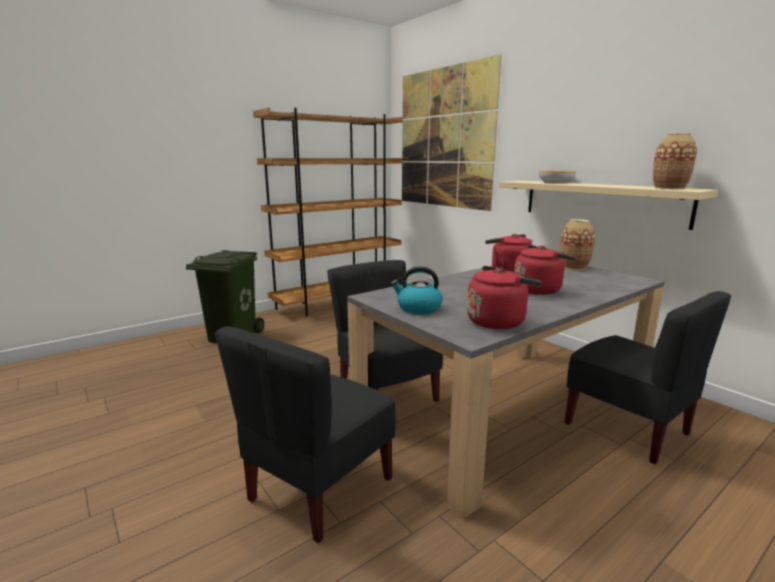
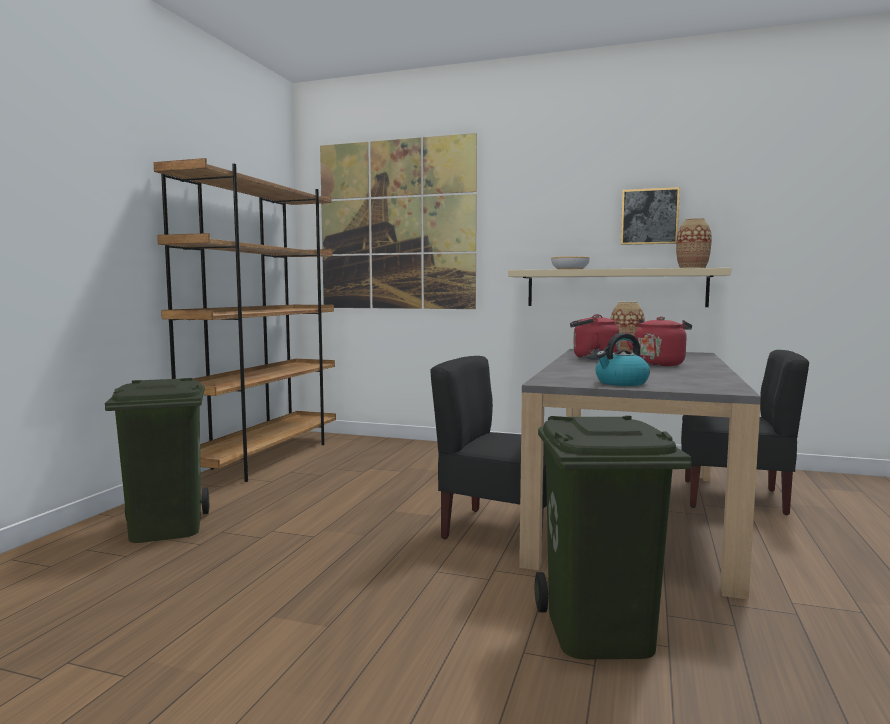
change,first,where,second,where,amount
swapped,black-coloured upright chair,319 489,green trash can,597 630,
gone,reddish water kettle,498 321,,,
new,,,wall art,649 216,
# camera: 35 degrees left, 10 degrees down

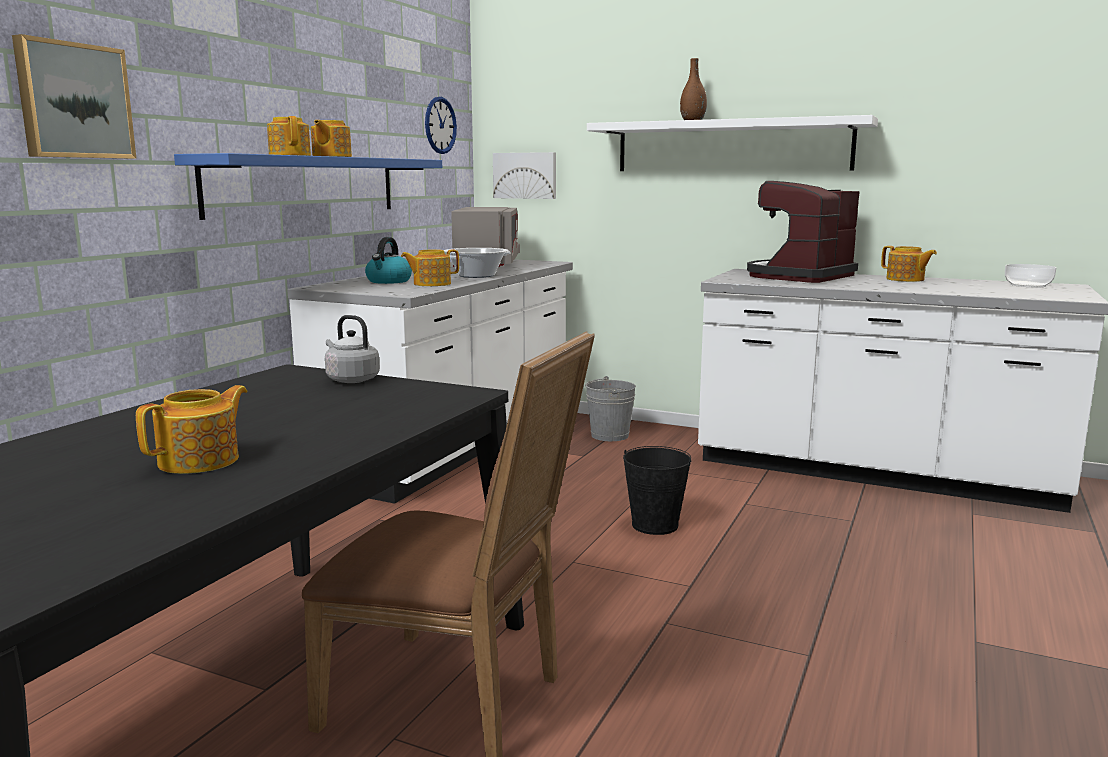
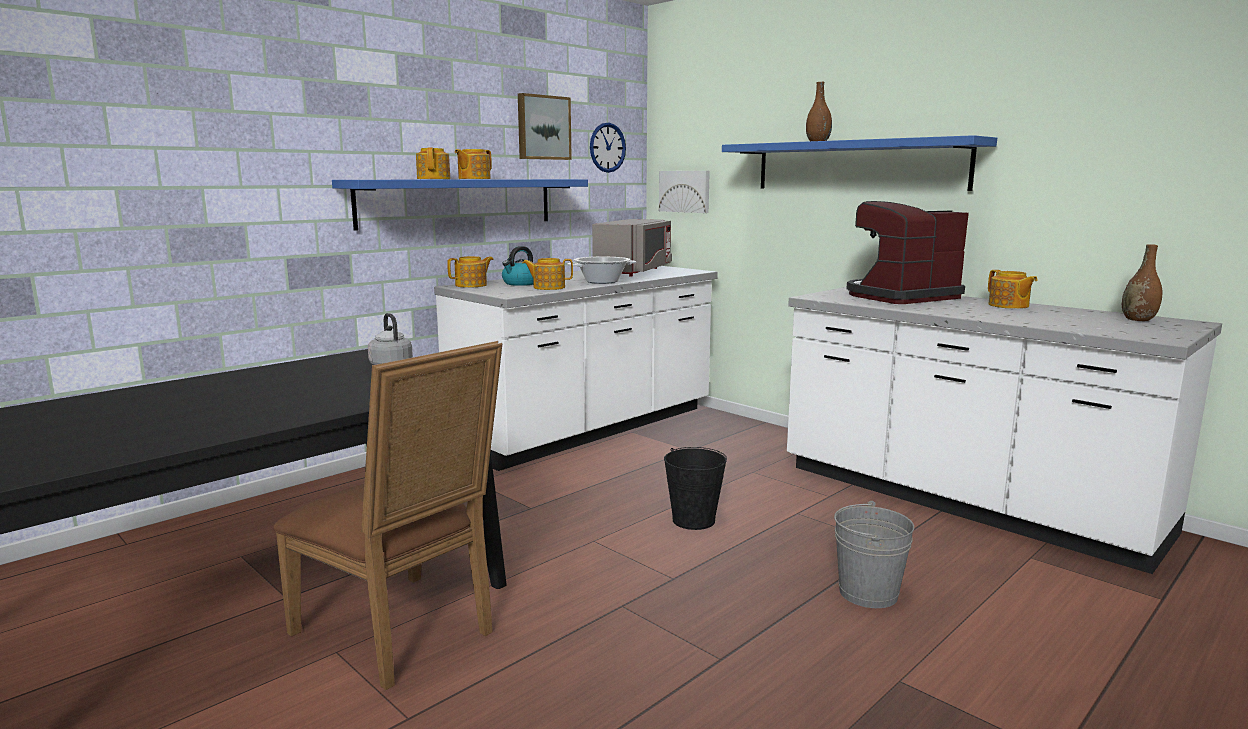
change,first,where,second,where,amount
shifted,wall art,73 101,,543 127,
shifted,pot for tea,201 461,,472 285,
shifted,gray bucket,609 435,,868 593,
repainted,white-coloured bracket shelf,731 146,blue-coloured bracket shelf,857 166,
swapped,bowl,1027 285,brown-coloured decorative vase,1138 319,
# camera: 20 degrees right, 0 degrees up

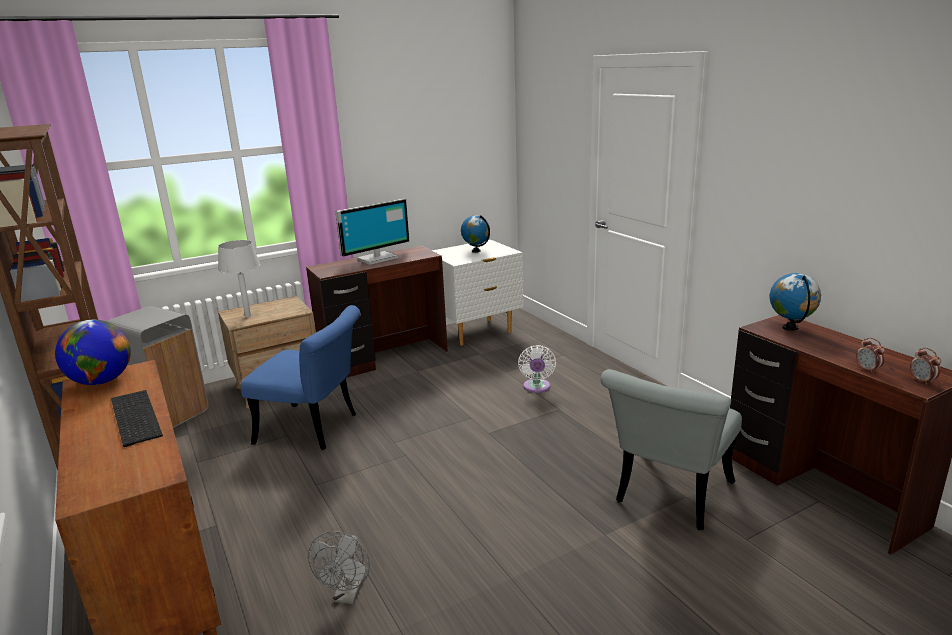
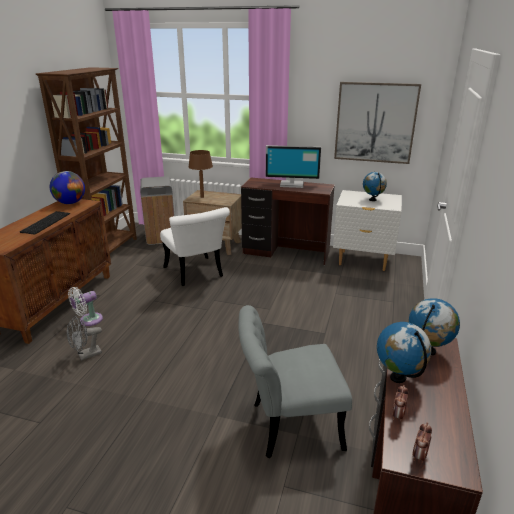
change,first,where,second,where,amount
repainted,gray tabletop lamp,247 316,brown-coloured tabletop lamp,202 197,
repainted,blue-coloured upright chair,315 429,white-coloured upright chair,196 274,
shifted,white-coloured cooling fan,536 388,,88 320,
new,,,wall art,375 123,
new,,,desk globe,398 378,
# camera: 45 degrees right, 5 degrees up

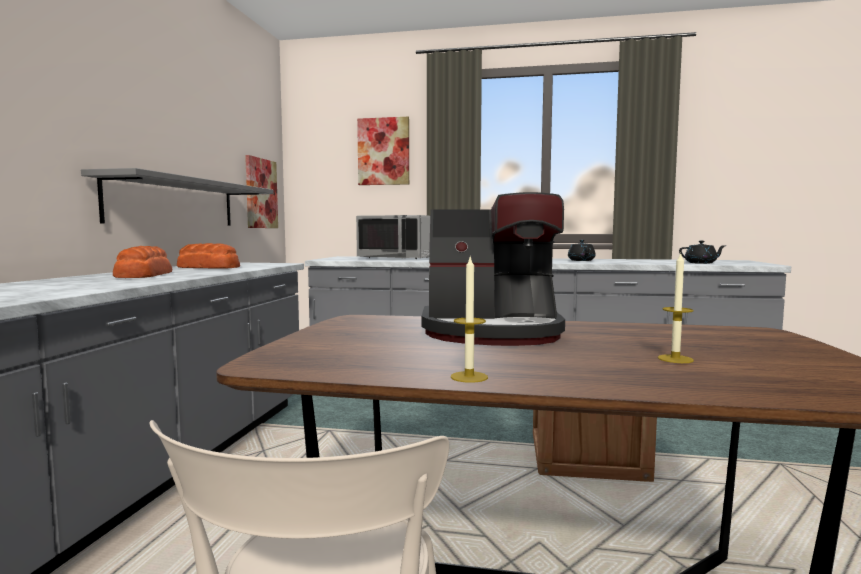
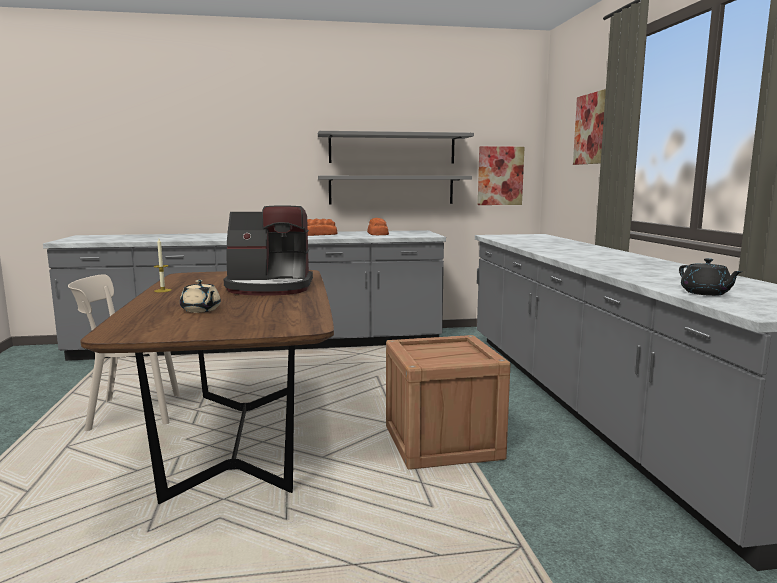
change,first,where,second,where,amount
gone,gray microwave oven,398 258,,,
rotated,coffee machine,492 332,,270 288,75 degrees counterclockwise
gone,black-coloured pot for tea,581 260,,,
swapped,wax light,675 359,beige pot for tea,201 310,
new,,,gray bracket shelf,392 148,
# camera: 70 degrees right, 5 degrees up

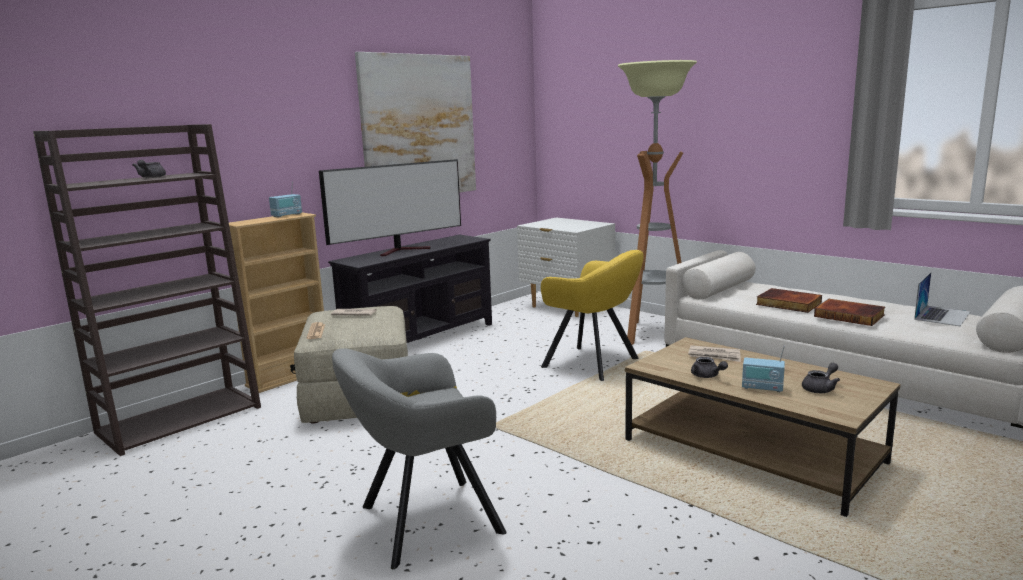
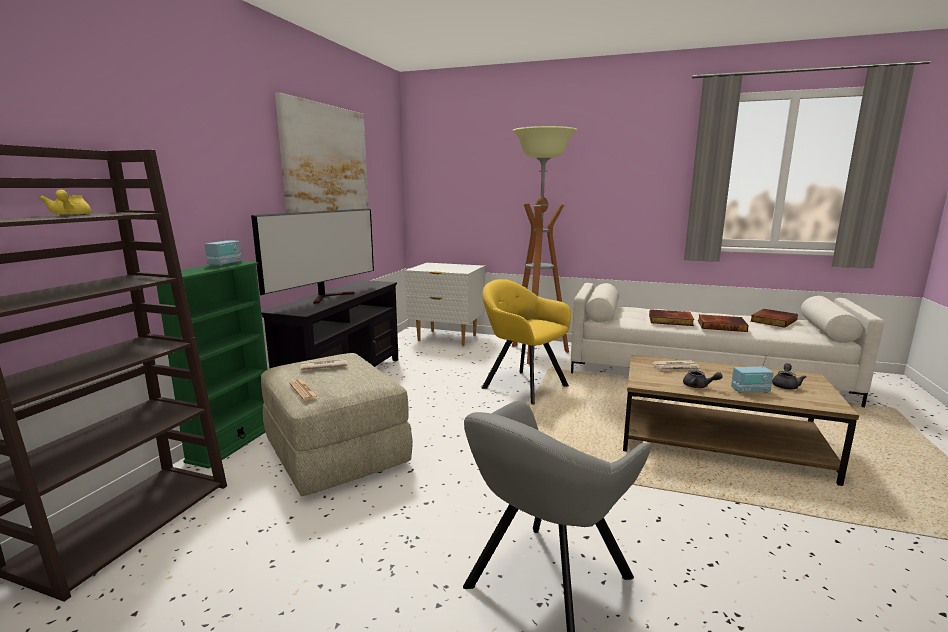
change,first,where,second,where,amount
repainted,gray pot for tea,150 177,yellowish pot for tea,70 215,
repainted,beige bookcase,289 377,green bookcase,232 443,
rotated,yellowish easy chair,594 364,,522 385,150 degrees counterclockwise
swapped,notebook computer,942 315,volume,772 320,
# camera: 25 degrees left, 0 degrees up

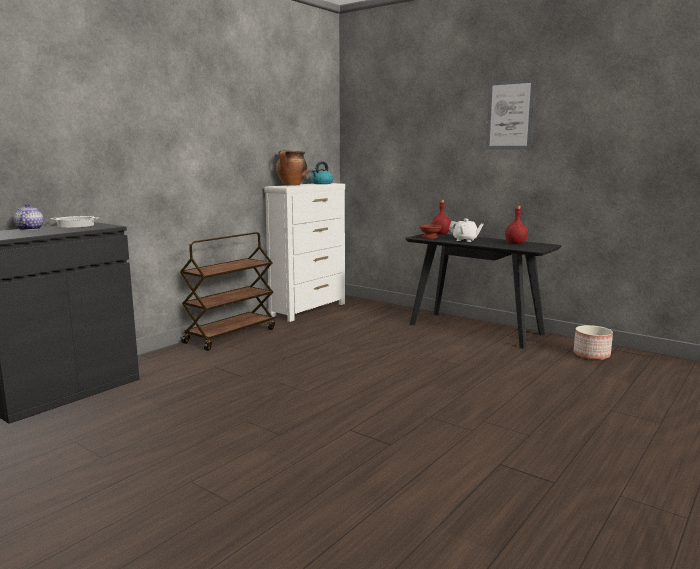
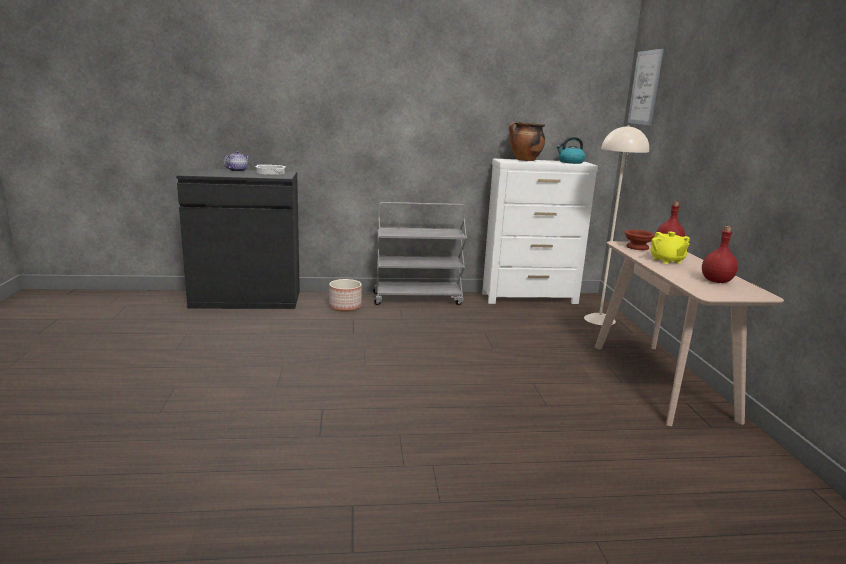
change,first,where,second,where,amount
repainted,brown-coloured wheeled cart,230 335,gray wheeled cart,418 298,
repainted,black-coloured console table,475 329,beige console table,661 380,
repainted,white-coloured pot for tea,465 240,yellowish pot for tea,666 260,
shifted,wall art,510 115,,645 88,
shifted,planter,591 355,,345 307,
new,,,beige standing lamp,600 319,
# camera: 45 degrees right, 5 degrees up

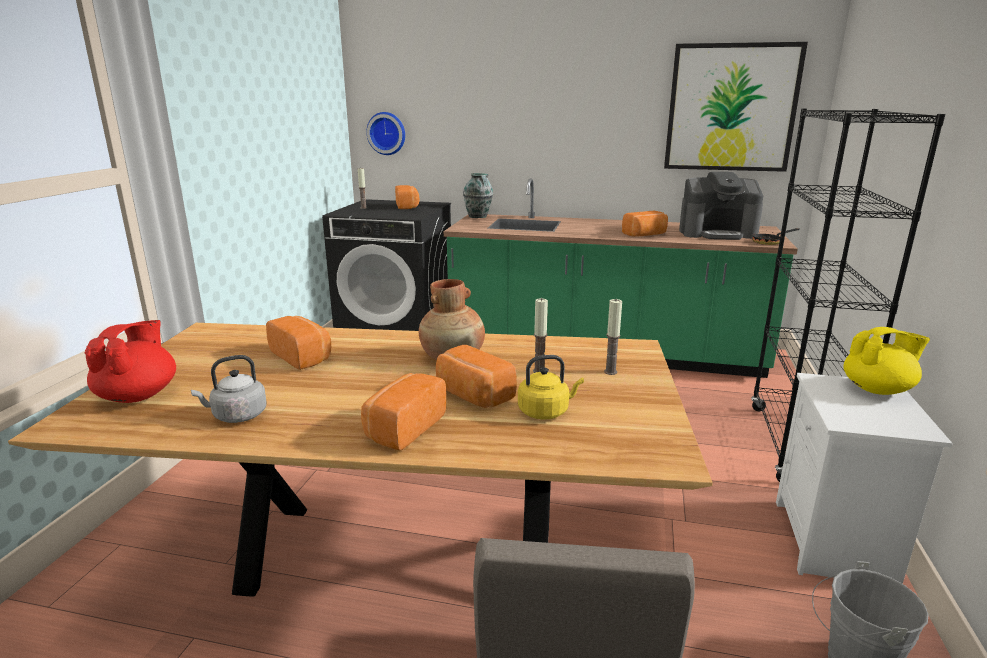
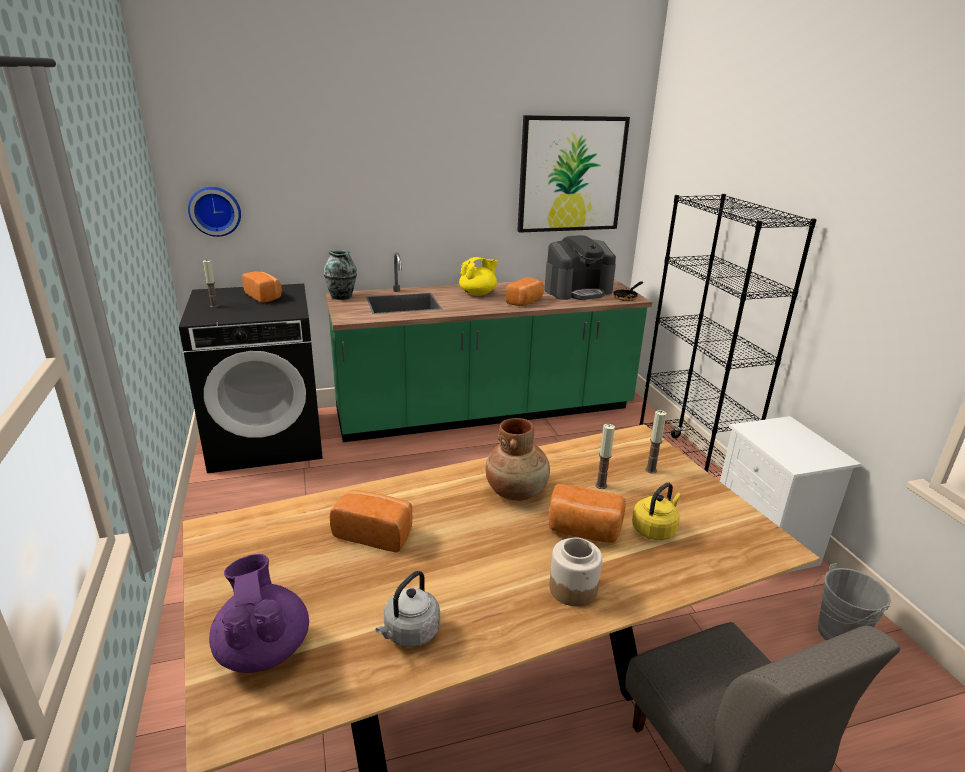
change,first,where,second,where,amount
repainted,reddish pot for tea,139 395,purple pot for tea,263 648,
swapped,baked bread,403 428,storage jar,573 588,
shifted,yellowish pot for tea,878 389,,478 293,
# camera: 30 degrees left, 5 degrees up

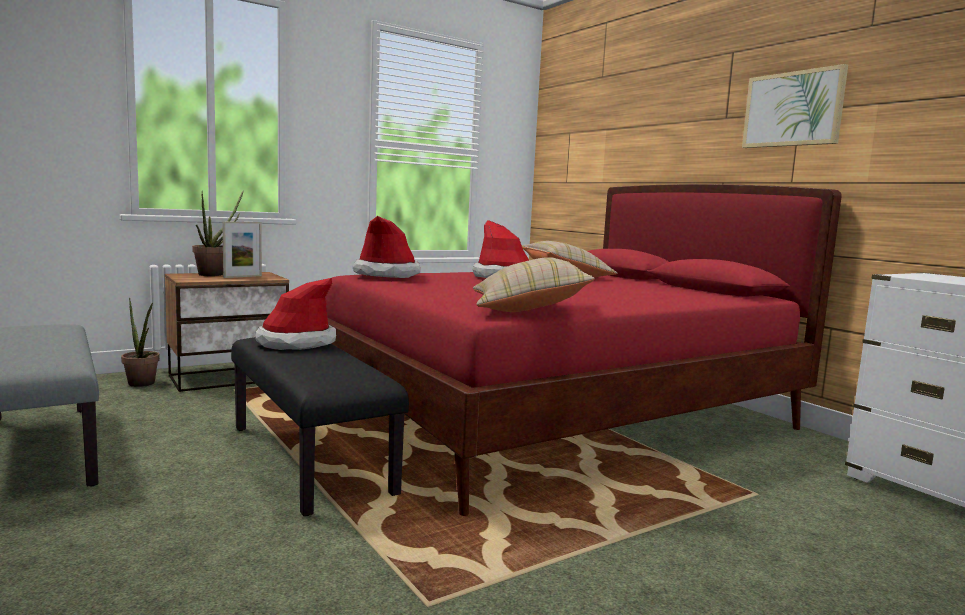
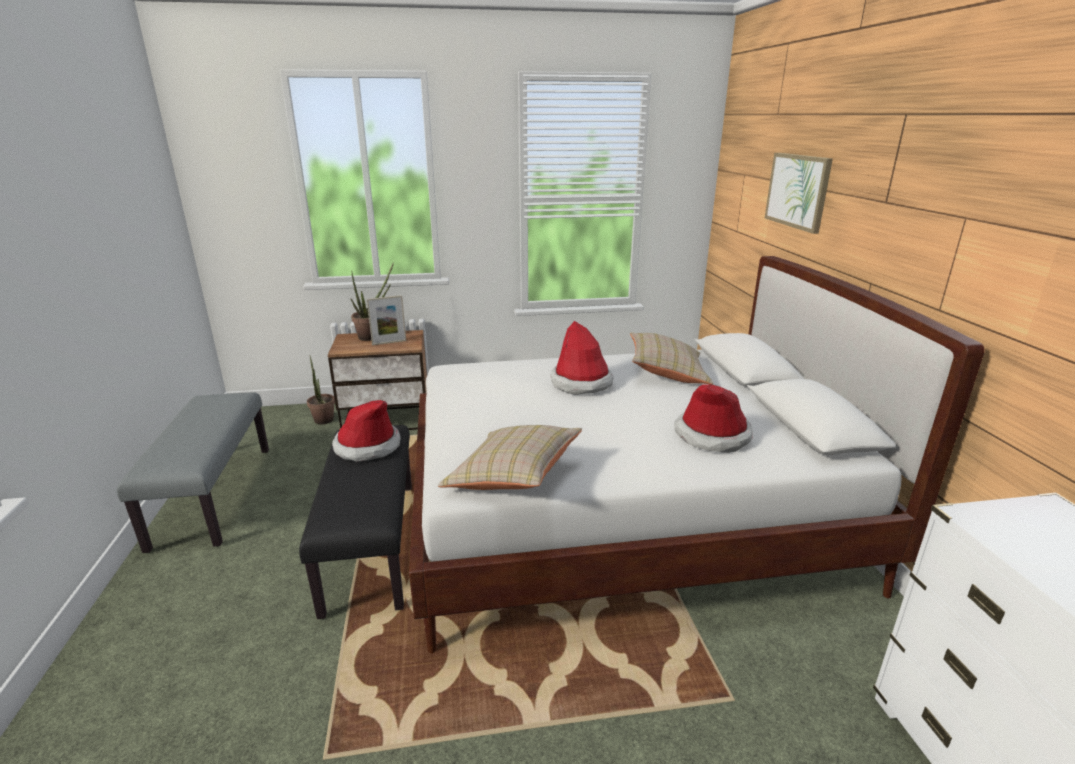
change,first,where,second,where,amount
repainted,reddish bed,557 415,white-coloured bed,624 520,
shifted,wearable hat,386 274,,712 435,
shifted,wall art,793 109,,798 191,
# camera: 25 degrees right, 15 degrees up

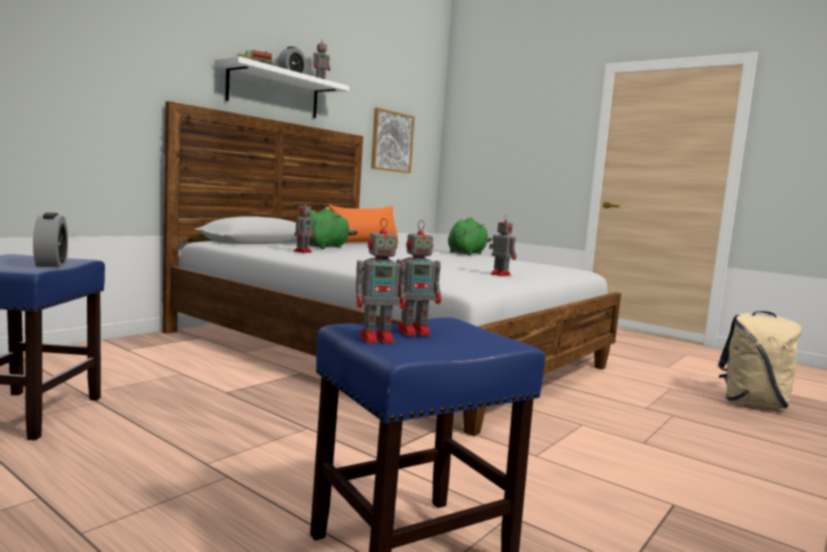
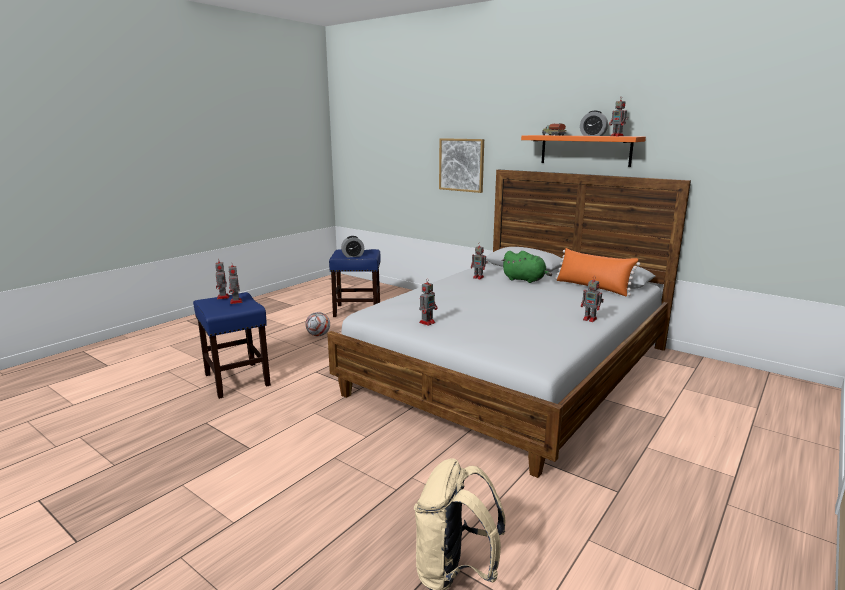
change,first,where,second,where,amount
repainted,white-coloured bracket shelf,274 92,orange-coloured bracket shelf,585 150,
shifted,wall art,391 141,,461 165,
swapped,green cuddly toy,467 253,toy robot,590 319,
new,,,football,318 335,
# camera: 90 degrees right, 10 degrees up

